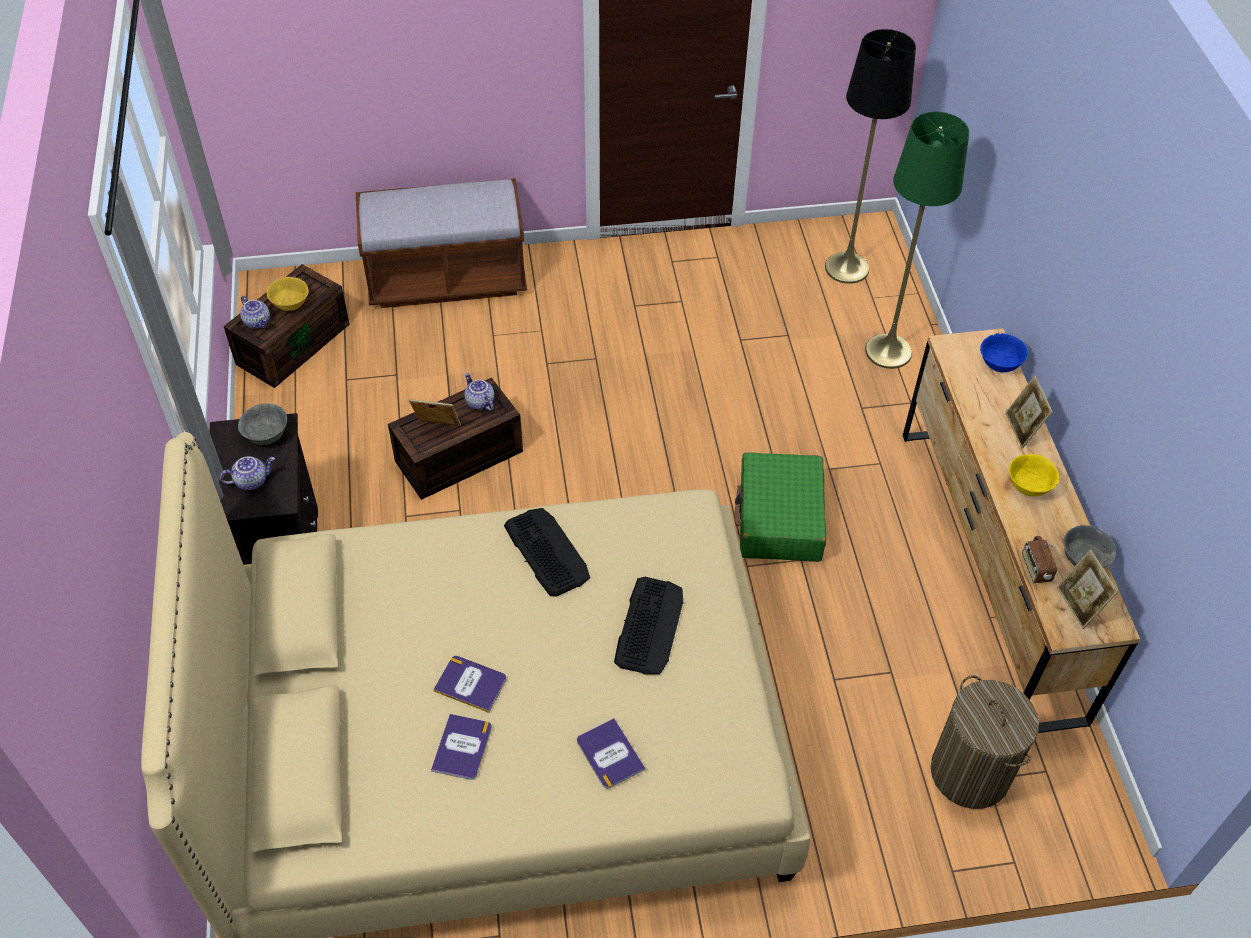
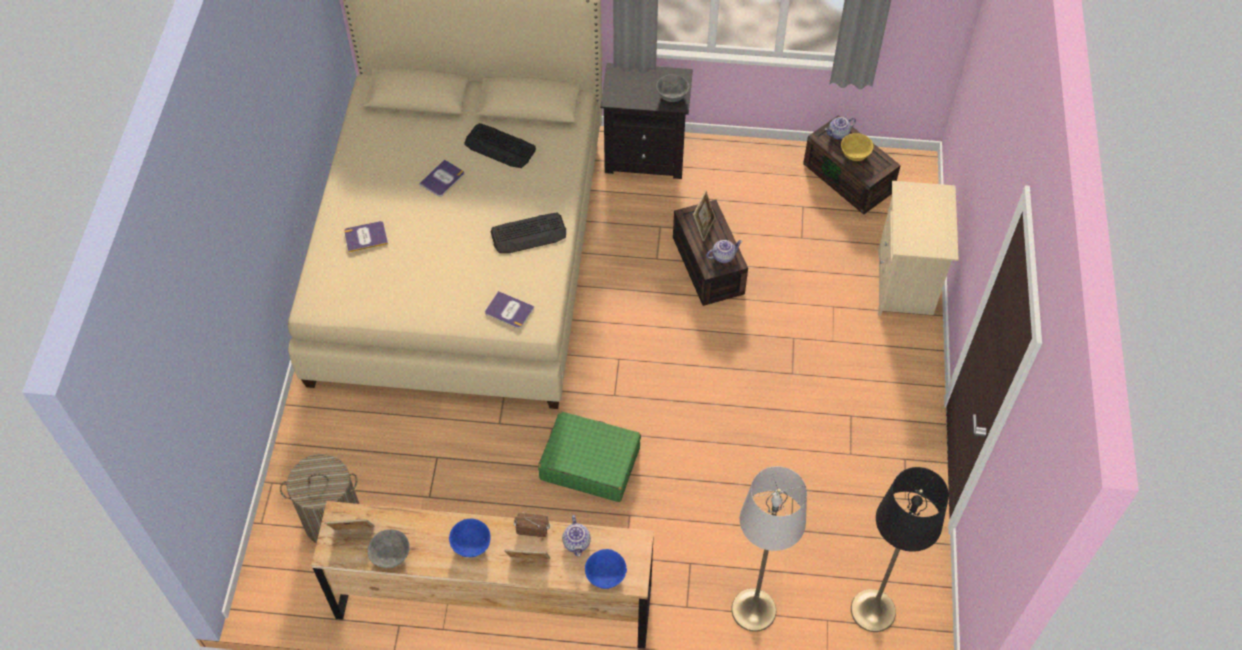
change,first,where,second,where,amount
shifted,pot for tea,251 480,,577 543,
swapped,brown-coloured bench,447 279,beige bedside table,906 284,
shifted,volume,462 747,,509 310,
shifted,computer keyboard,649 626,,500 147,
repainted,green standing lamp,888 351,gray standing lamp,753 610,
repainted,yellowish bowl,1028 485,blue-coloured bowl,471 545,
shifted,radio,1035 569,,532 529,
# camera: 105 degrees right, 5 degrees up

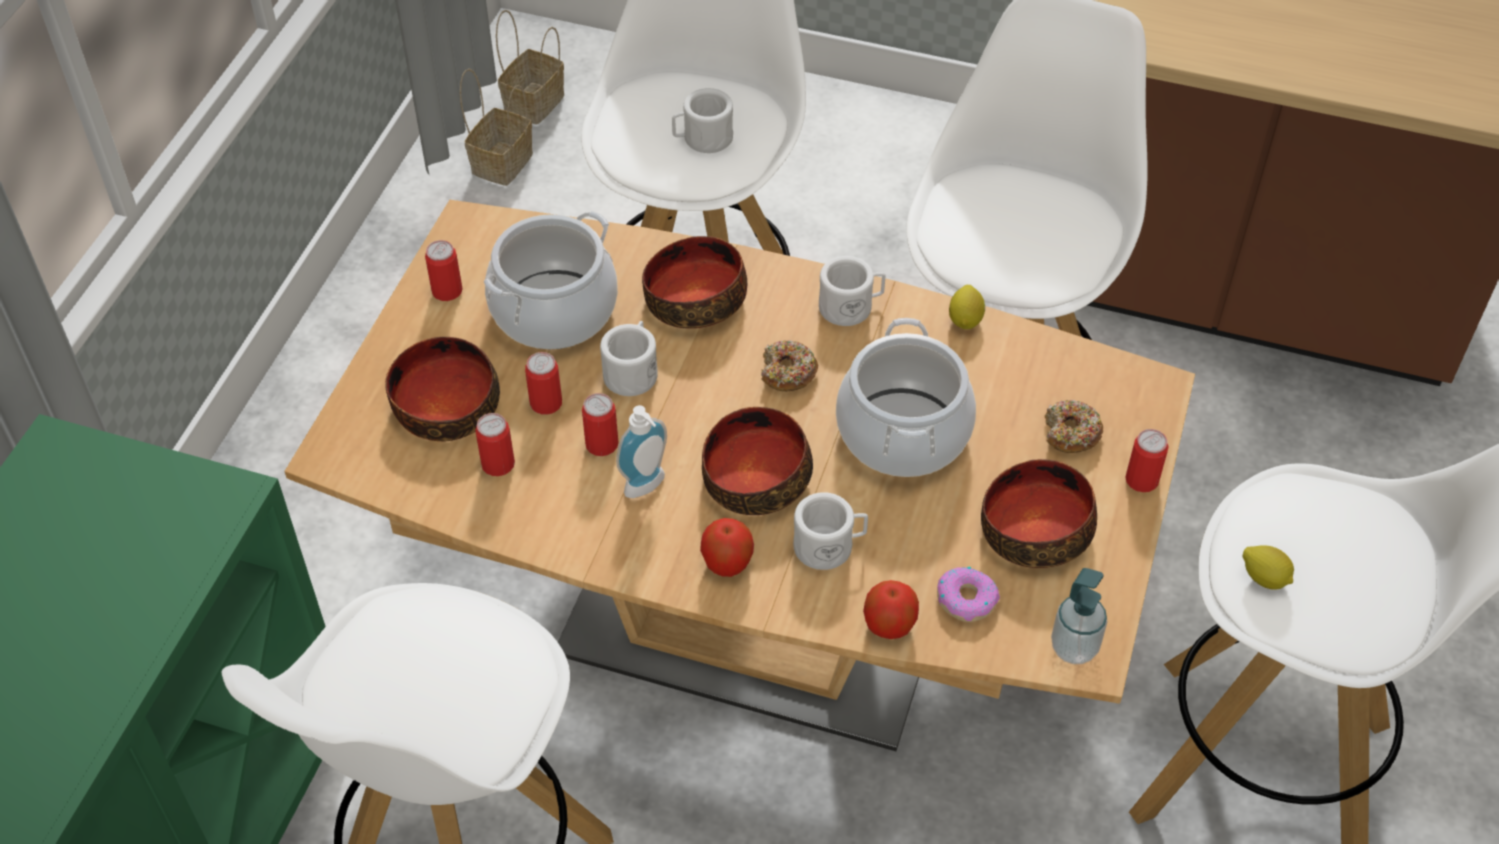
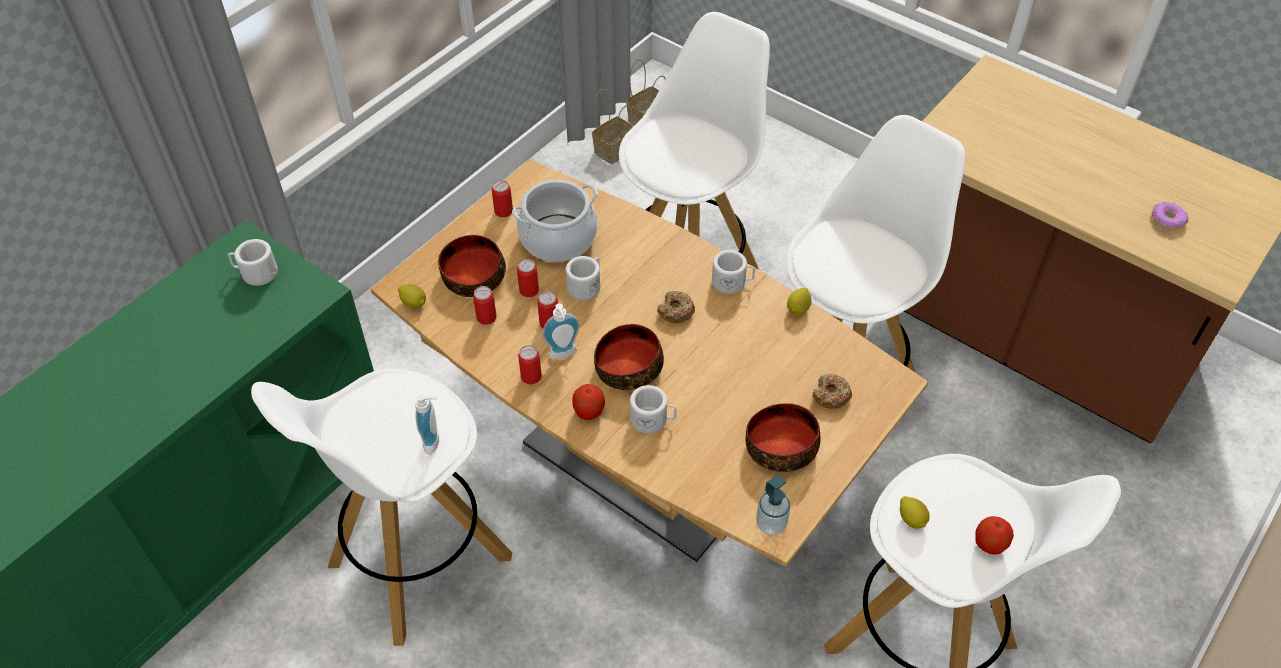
change,first,where,second,where,amount
gone,bowl,696 298,,,
shifted,white-coloured tea mug,702 139,,256 273,
gone,saucepot,902 433,,,
shifted,apple,889 625,,989 544,
shifted,donut,966 599,,1167 219,
shifted,sealed can,1141 480,,531 376,
new,,,lemon,414 303,
new,,,liquid soap bottle,435 442,
# camera: 20 degrees right, 0 degrees up

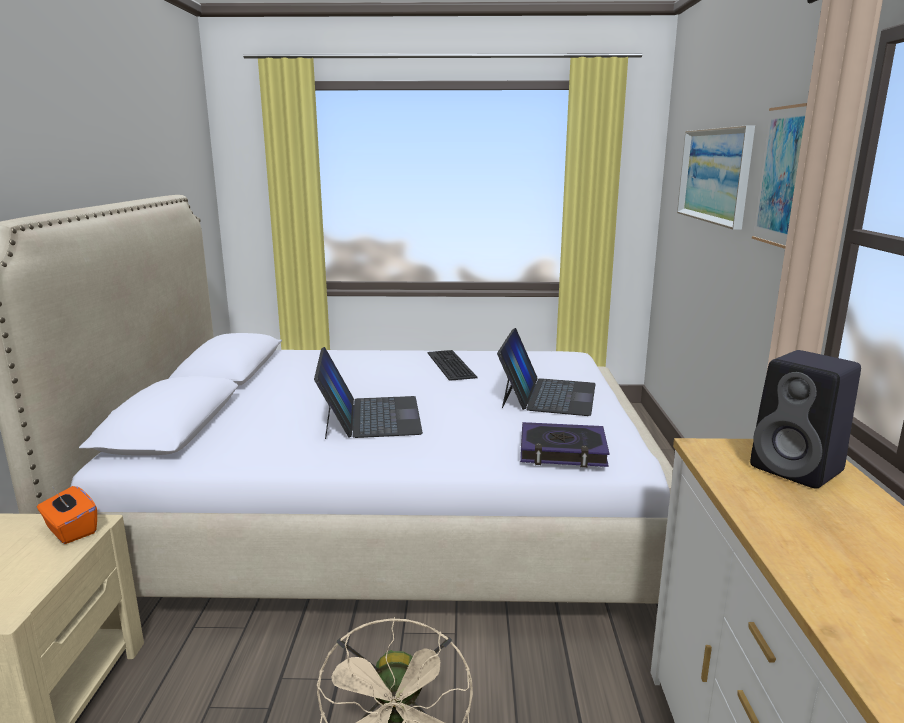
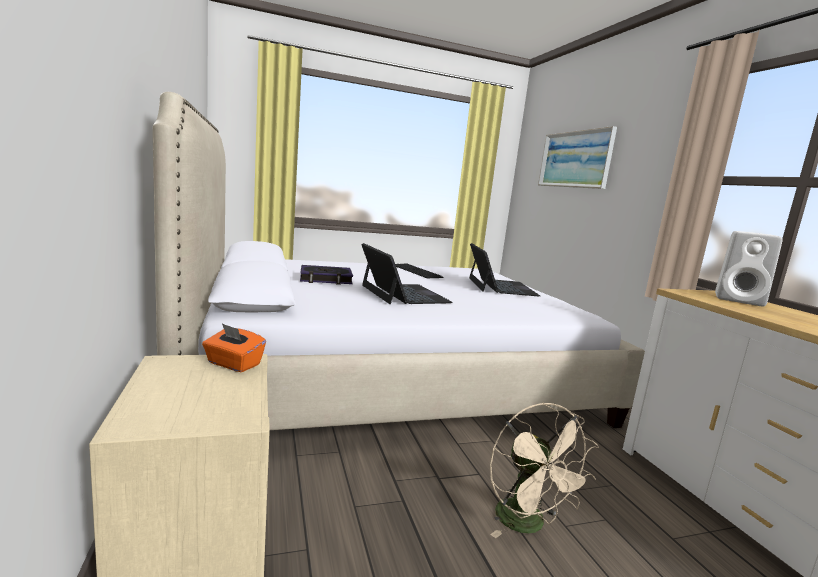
change,first,where,second,where,amount
shifted,volume,562 451,,326 279,
repainted,black-coloured loudspeaker,799 470,white-coloured loudspeaker,740 300,
gone,wall art,782 176,,,
# camera: 20 degrees left, 5 degrees down

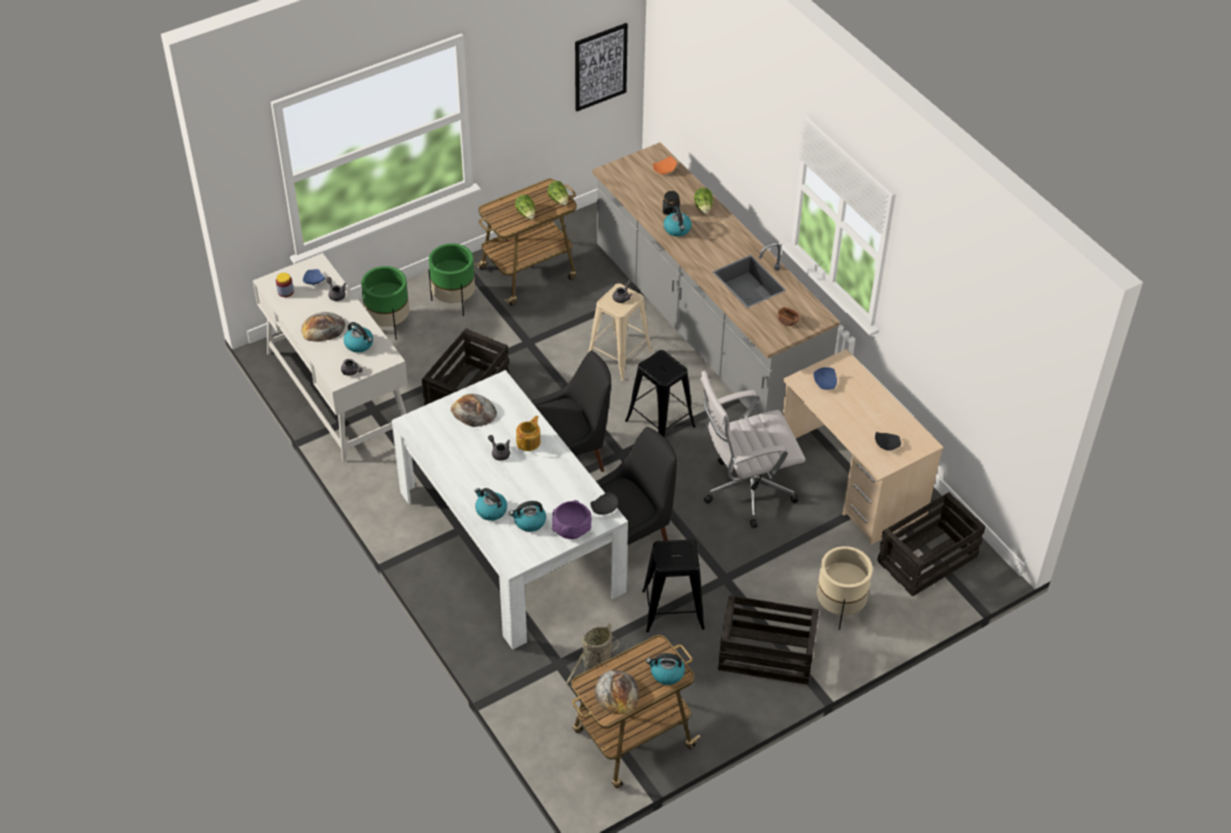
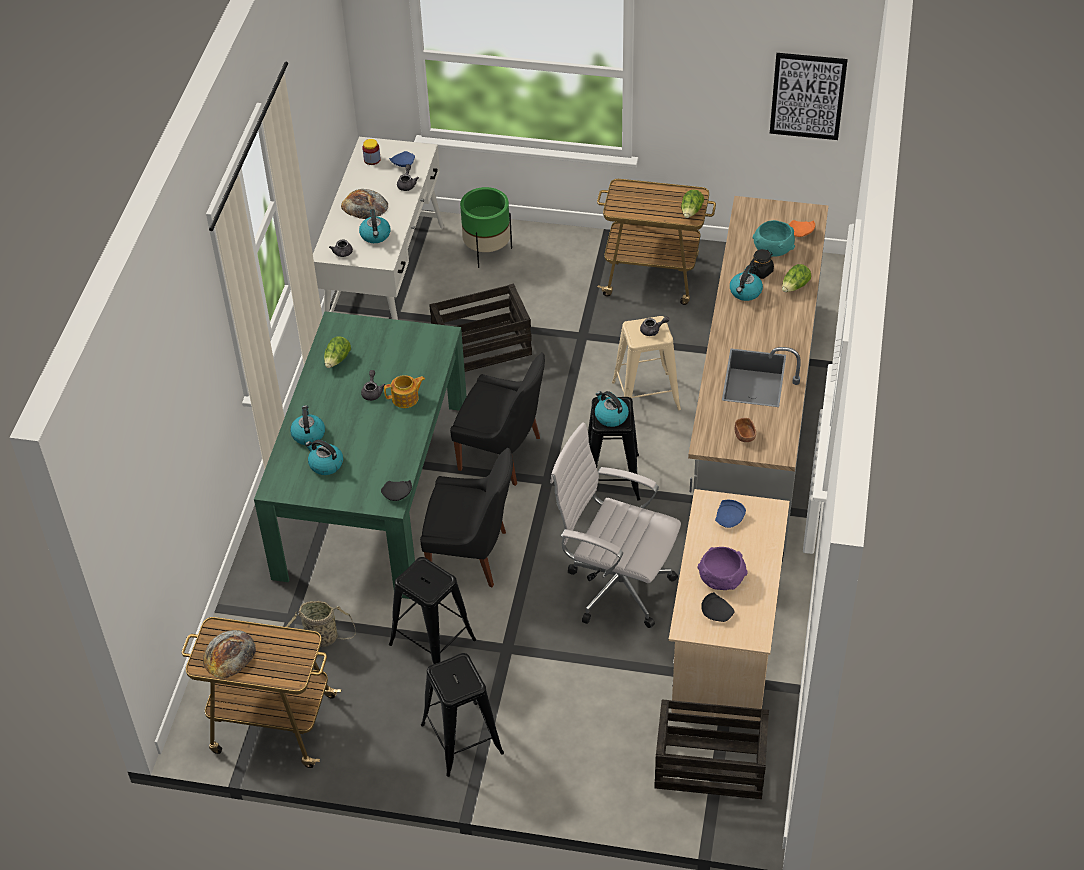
change,first,where,second,where,amount
repainted,white-coloured kitchen table,510 541,green kitchen table,373 491,
gone,green planter,454 301,,,
gone,baked bread,473 411,,,
shifted,lettuce,526 213,,337 360,
shifted,purple bowl,571 527,,721 576,
shifted,water kettle,666 673,,610 416,
swapped,crate,765 655,black-coloured stool,462 739,
gone,beige planter,839 608,,,
new,,,turquoise-coloured bowl,773 248,
# camera: 45 degrees right, 0 degrees up

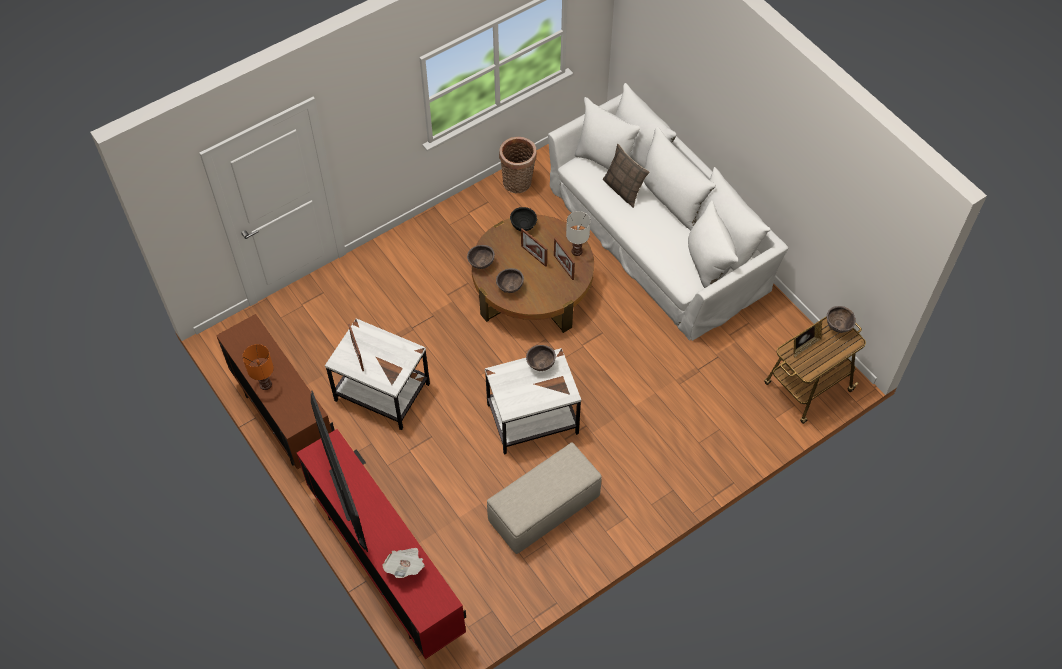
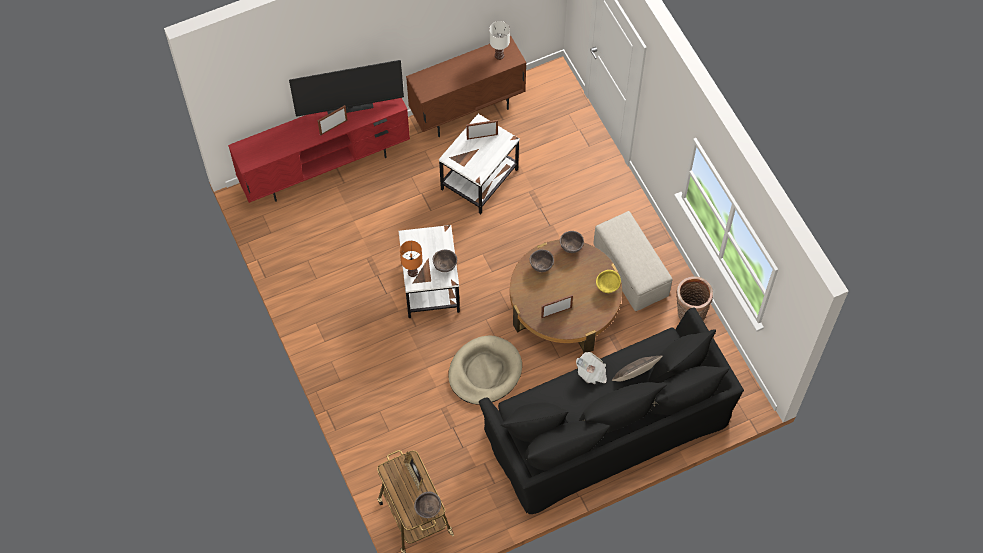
change,first,where,second,where,amount
shifted,orange-coloured tabletop lamp,266 385,,412 272,
shifted,daily paper,405 566,,591 373,
shifted,beige pouffe,543 509,,630 270,
repainted,black-coloured bowl,523 227,yellowish bowl,607 287,
shifted,standing frame,534 256,,333 127,
repainted,white-coloured sofa,657 237,black-coloured sofa,606 425,
shifted,white-coloured tabletop lamp,576 251,,499 55,
new,,,beige dog bed,485 372,
# camera: 100 degrees right, 5 degrees up

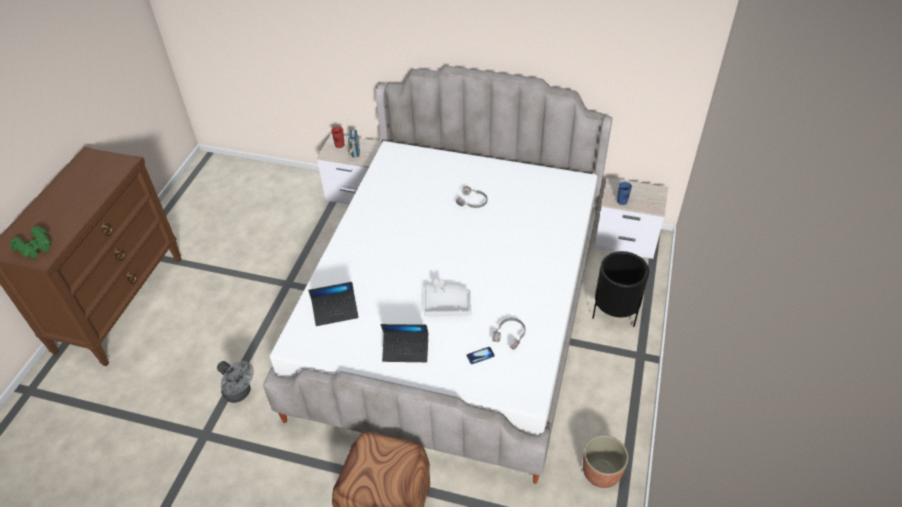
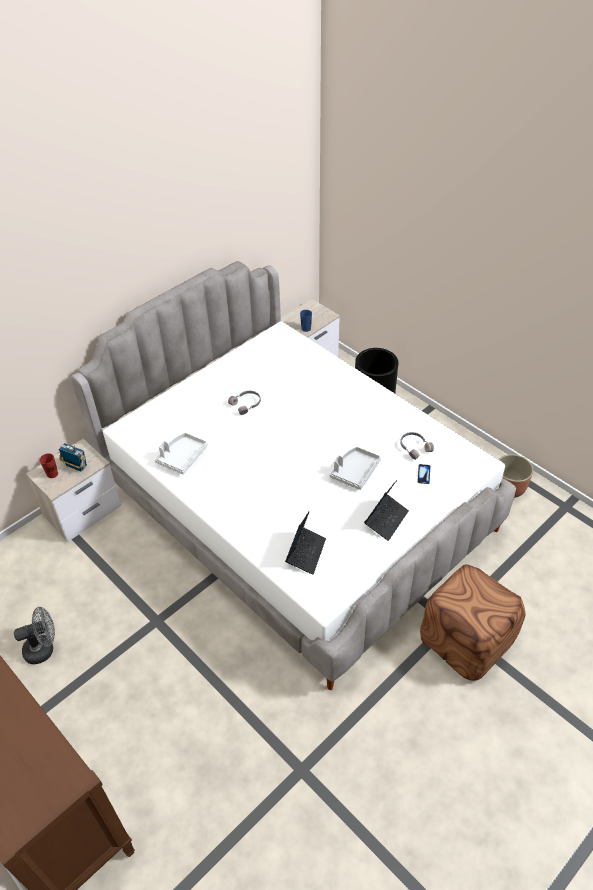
change,first,where,second,where,amount
gone,green pair of binoculars,35 247,,,
shifted,gray cooling fan,240 393,,44 649,
new,,,white-coloured serving tray,182 457,
# camera: 60 degrees left, 0 degrees up

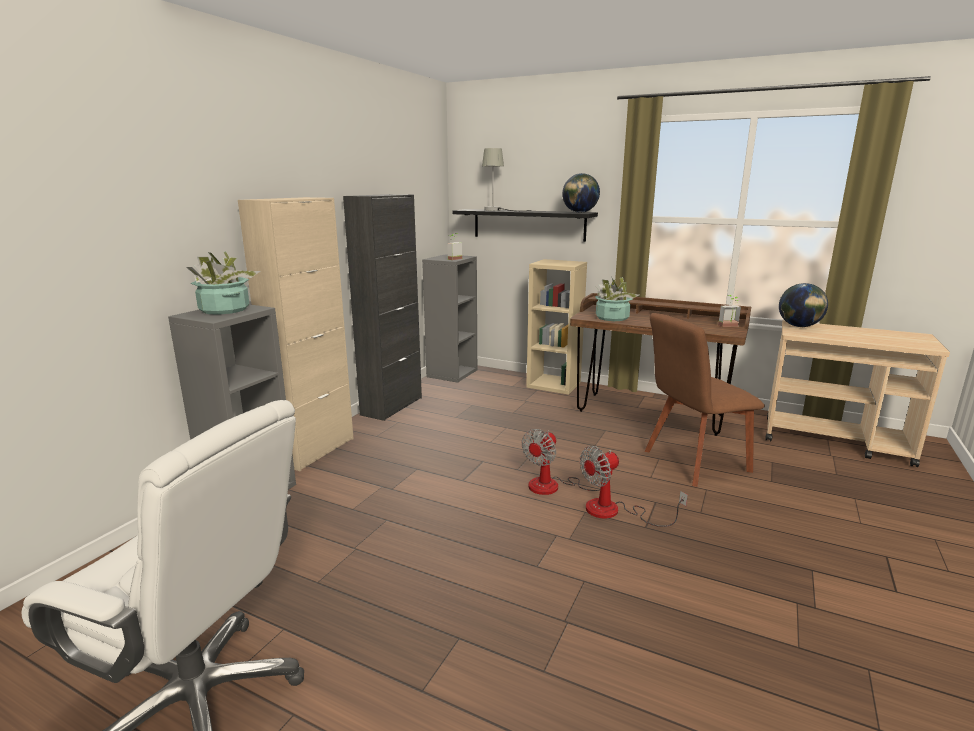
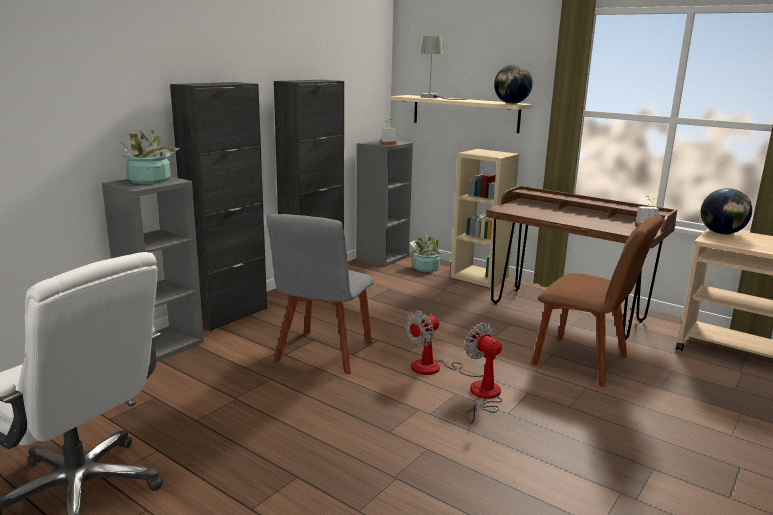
change,first,where,second,where,amount
repainted,beige cabinet,314 450,black-coloured cabinet,229 315,
repainted,black-coloured bracket shelf,528 224,beige bracket shelf,465 113,
rotated,cooling fan,614 511,,483 396,75 degrees clockwise
shifted,houseplant,612 318,,425 268,
rotated,brown-coloured upright chair,692 462,,585 362,135 degrees counterclockwise
new,,,gray upright chair,323 354,
# camera: 10 degrees right, 0 degrees up

